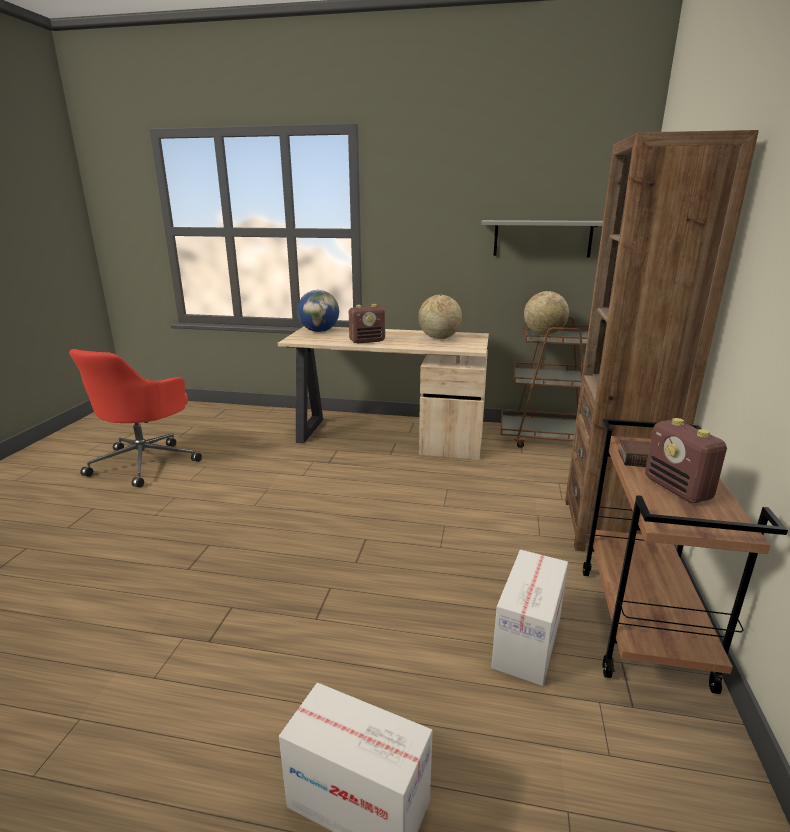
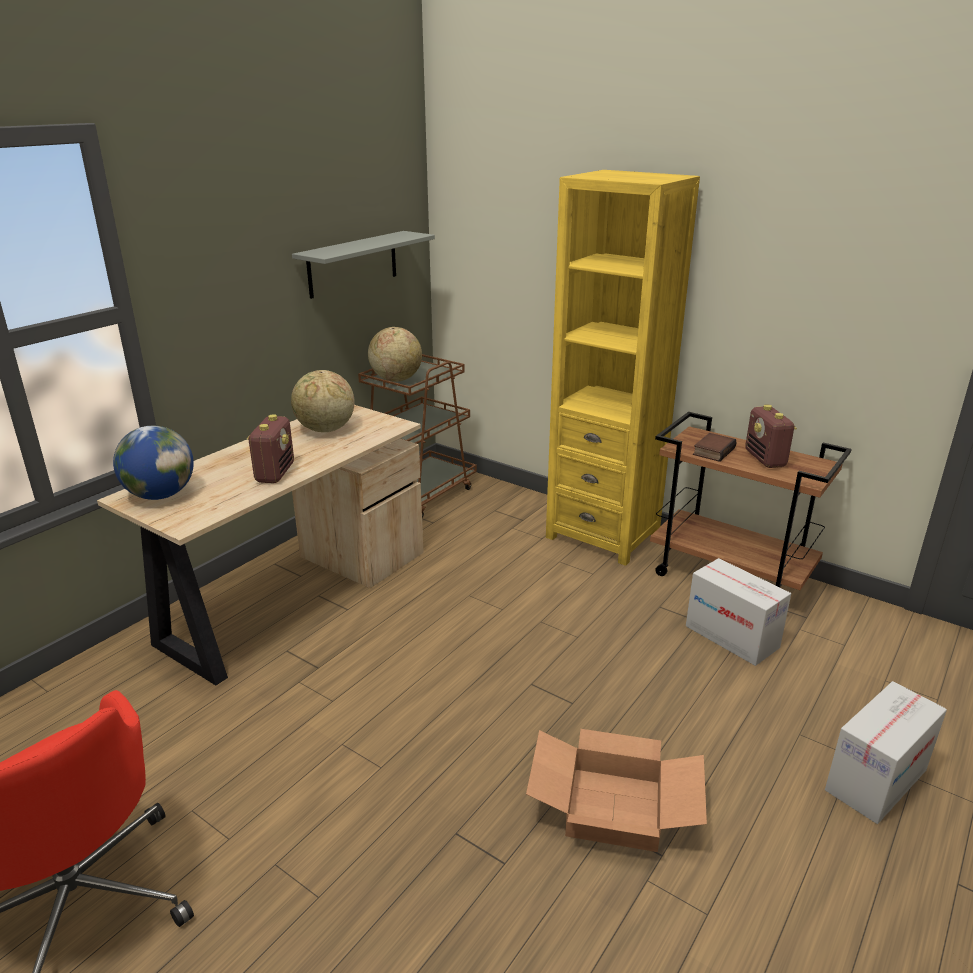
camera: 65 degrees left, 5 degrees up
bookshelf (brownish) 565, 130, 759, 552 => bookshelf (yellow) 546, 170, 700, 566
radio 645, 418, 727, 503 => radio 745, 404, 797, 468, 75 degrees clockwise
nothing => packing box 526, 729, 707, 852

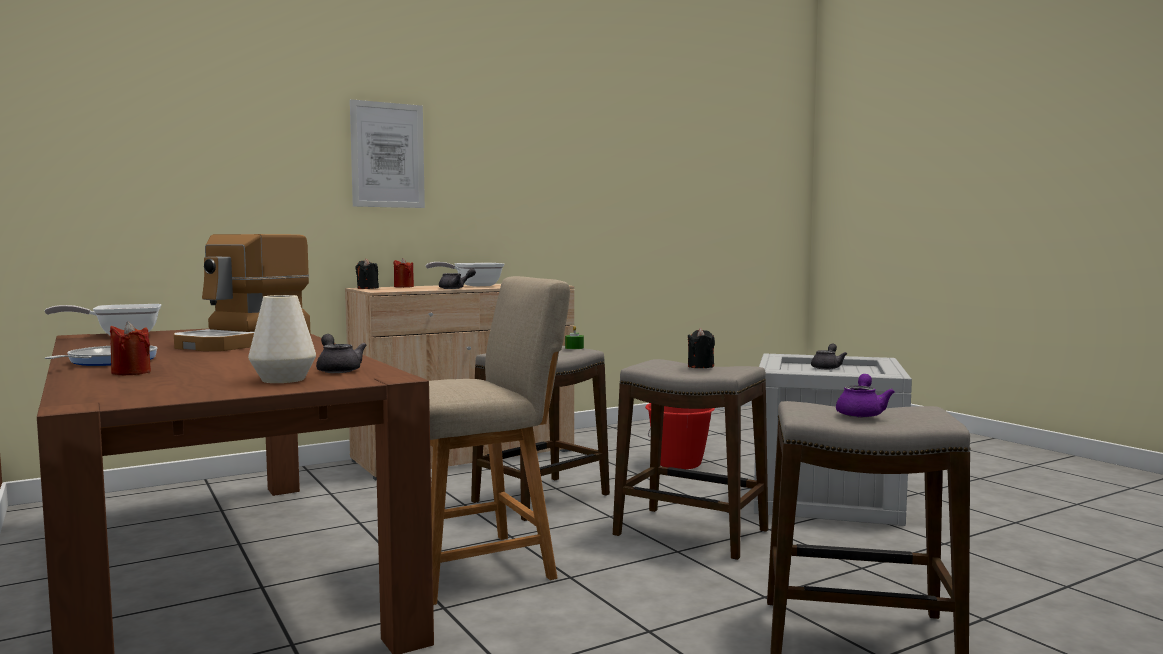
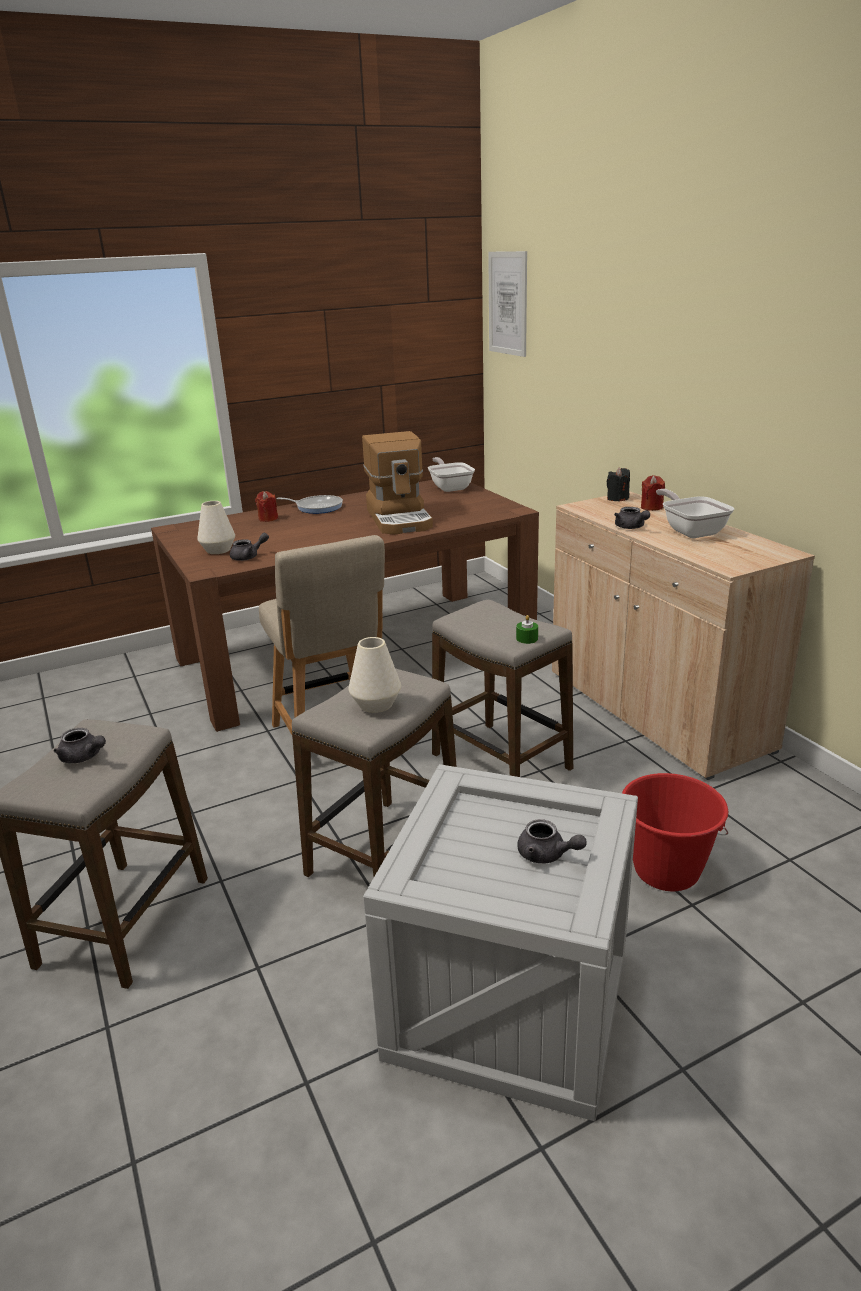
camera: 95 degrees right, 20 degrees up
wall picture 350, 99, 425, 208 => wall picture 488, 251, 527, 357, relocated
coffee machine 174, 234, 311, 351 => coffee machine 362, 431, 433, 535, 135 degrees counterclockwise
wax light (blackish) 688, 328, 715, 368 => decorative vase (whitish) 348, 637, 401, 713
pot for tea (purplish) 836, 374, 895, 418 => pot for tea (grey) 54, 728, 106, 763

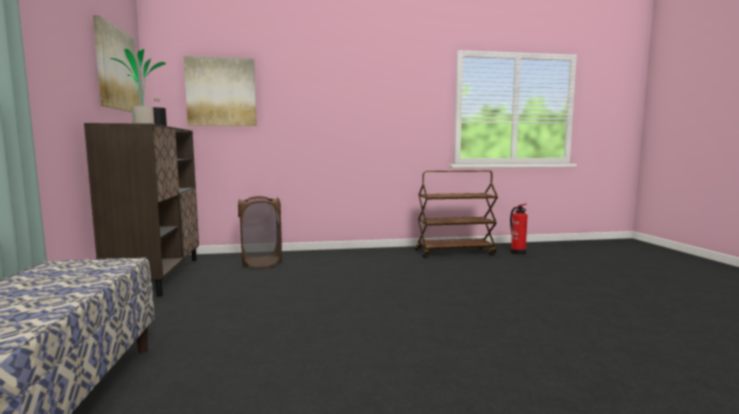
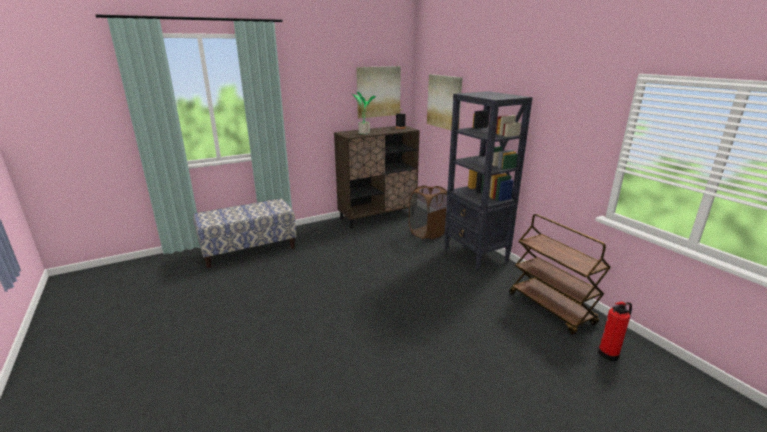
camera: 70 degrees right, 15 degrees up
nothing => bookshelf (blackish) 444, 91, 533, 271

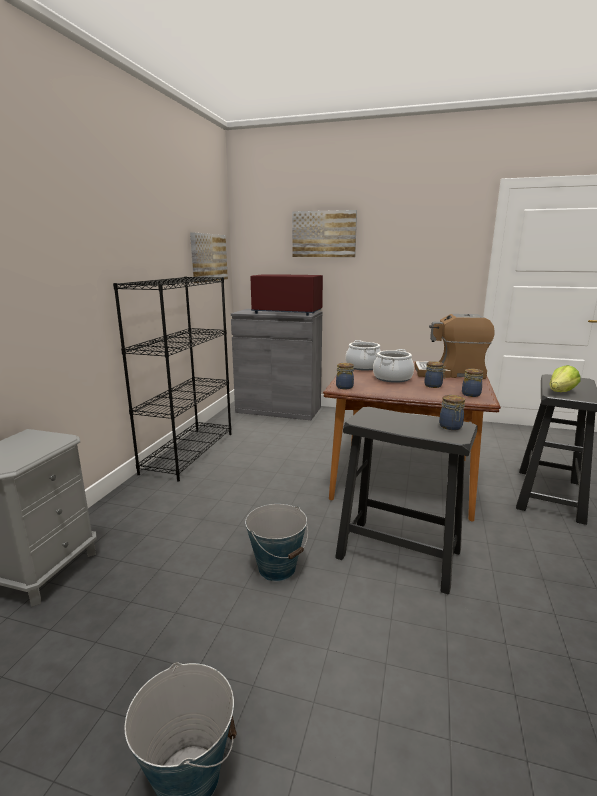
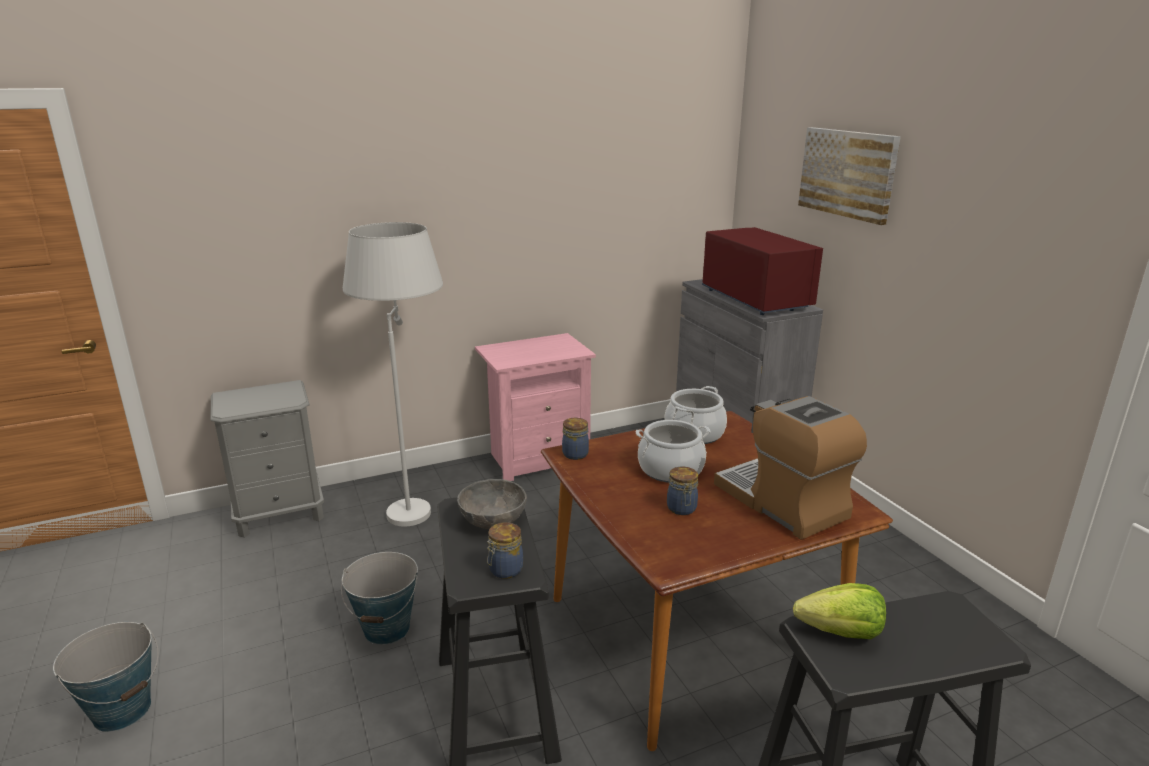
camera: 50 degrees right, 5 degrees up
wall picture 190, 232, 228, 283 => nothing
bookshelf (blackish) 113, 276, 231, 481 => night table (pink-coloured) 475, 333, 596, 481
storage jar 462, 369, 483, 397 => nothing
nothing => standing lamp (whitish) 343, 222, 443, 527
nothing => bowl (grey) 457, 479, 527, 529

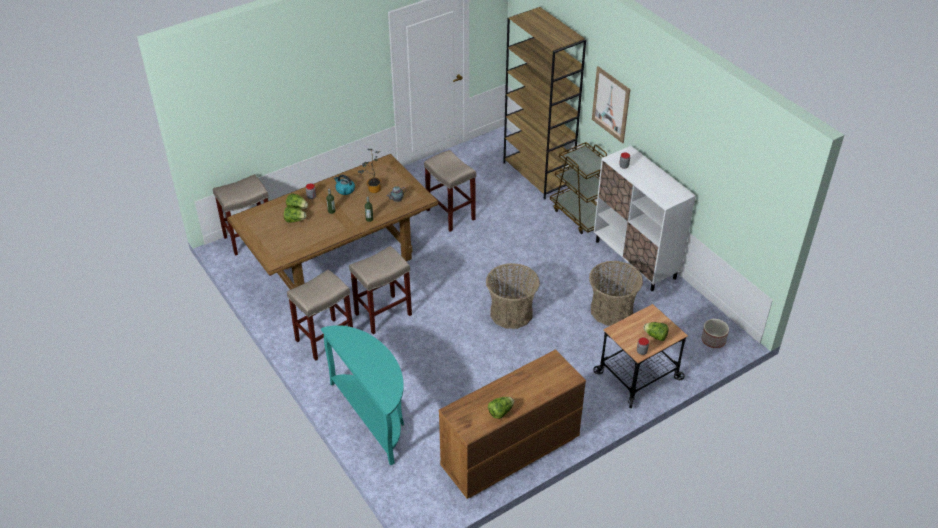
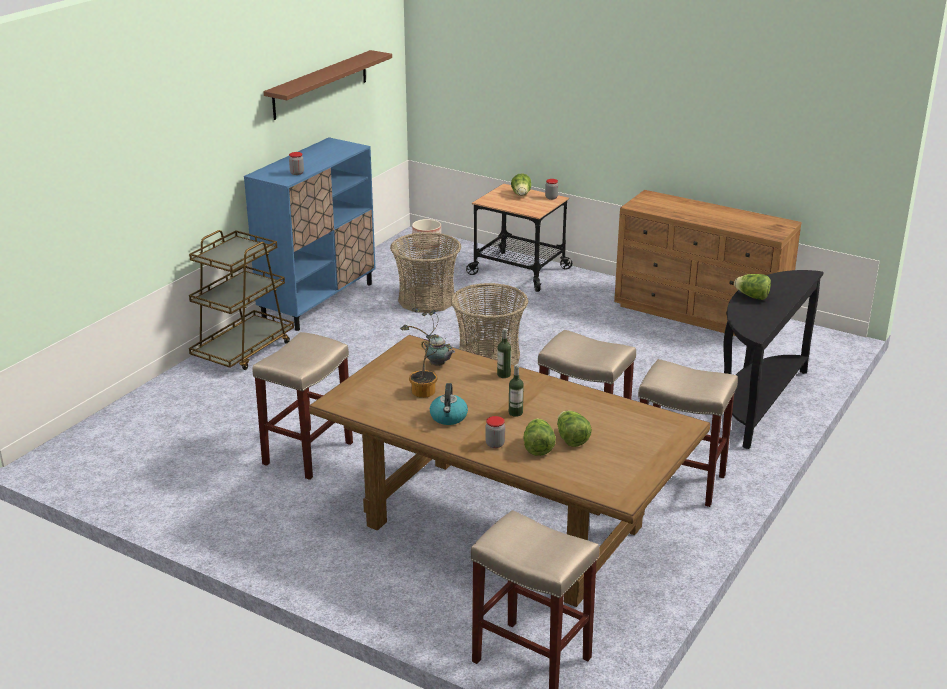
camera: 115 degrees left, 15 degrees down
bookshelf (brownish) 503, 7, 586, 200 => nothing
wall picture 592, 66, 630, 143 => nothing
cabinet (whitish) 594, 146, 696, 291 => cabinet (bluish) 244, 137, 375, 331
hall table (blue-green) 321, 325, 404, 466 => hall table (blackish) 724, 270, 824, 449
head of lettuce 488, 397, 514, 419 => head of lettuce 734, 274, 771, 300, relocated
nothing => bracket shelf (brownish) 263, 50, 392, 120

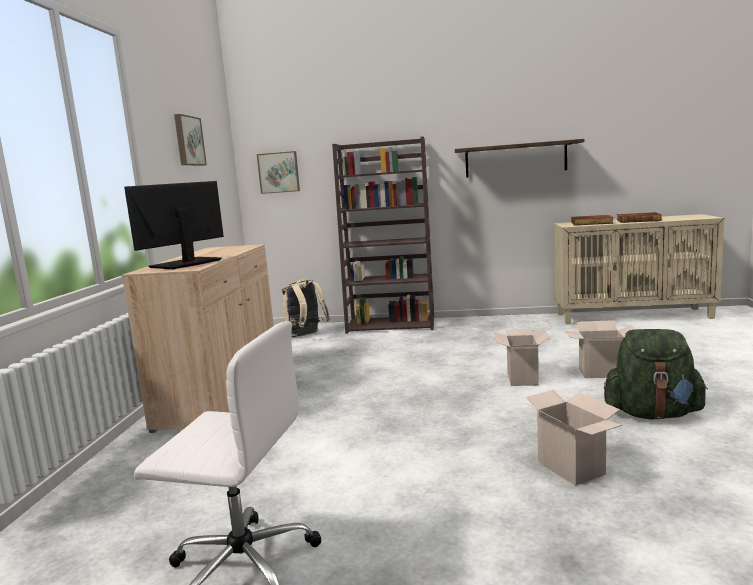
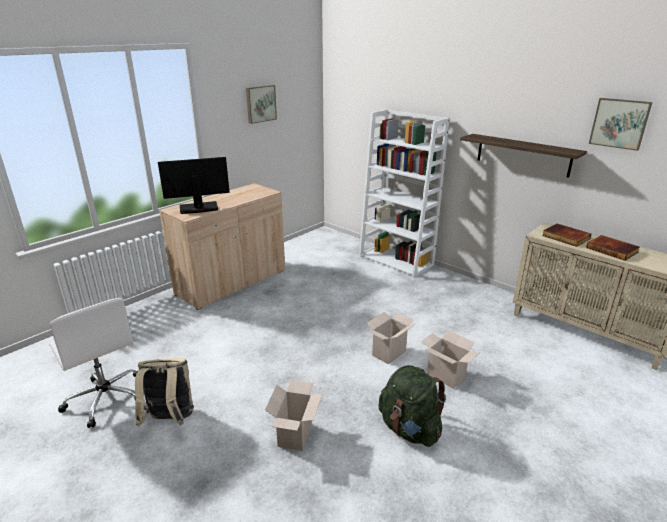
camera: 35 degrees right, 15 degrees up
bookshelf (brownish) 332, 137, 434, 334 => bookshelf (whitish) 359, 110, 450, 278
wall picture 257, 151, 300, 194 => wall picture 589, 98, 652, 151, relocated
rucksack (beige-coloured) 282, 279, 331, 337 => rucksack (beige-coloured) 135, 358, 194, 427, relocated

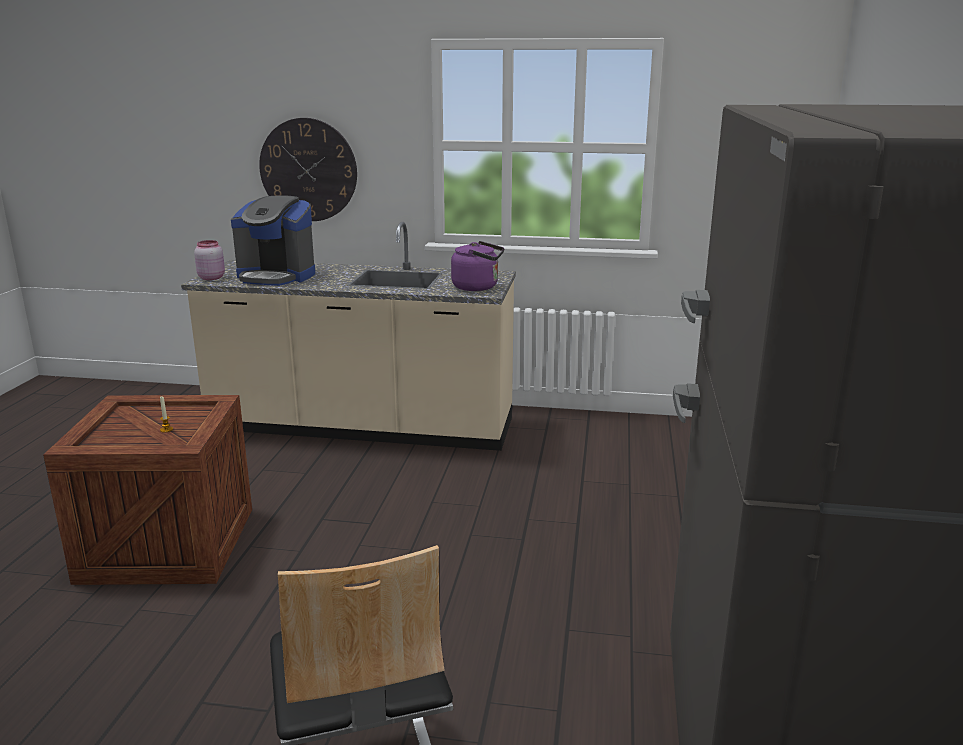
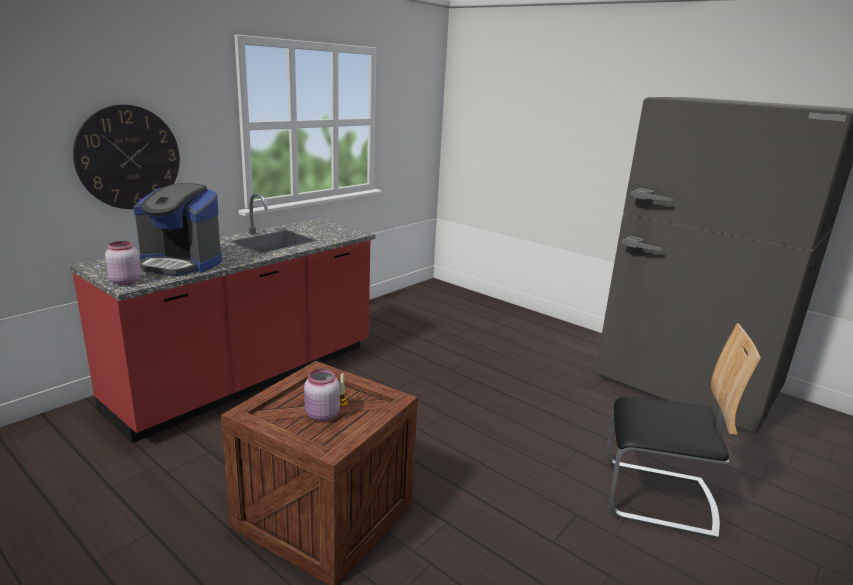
camera: 60 degrees left, 0 degrees up
coffee machine 231, 195, 315, 286 => coffee machine 133, 183, 222, 276, 60 degrees clockwise
counter (beige-coloured) 181, 222, 516, 451 => counter (red-coloured) 69, 193, 375, 443
tea kettle (purplish) 451, 241, 504, 291 => nothing
nothing => storage jar (pink-coloured) 304, 369, 340, 422

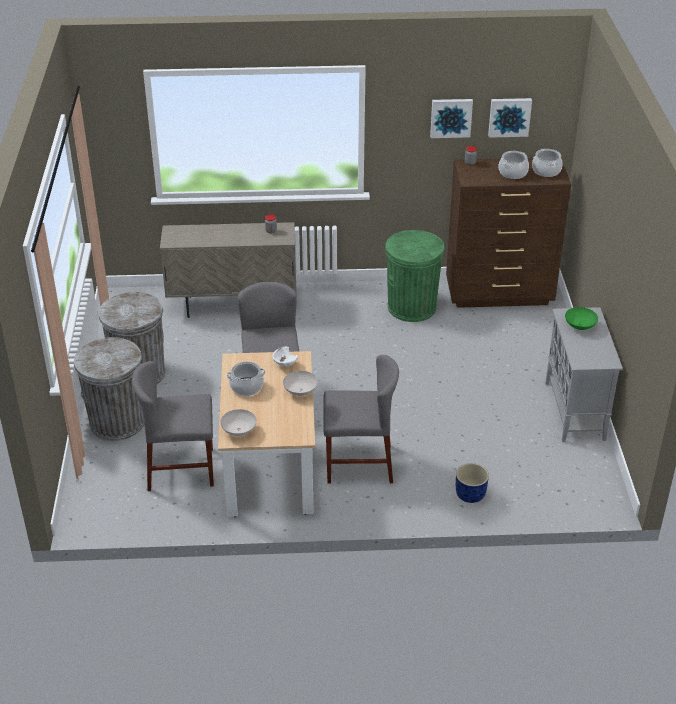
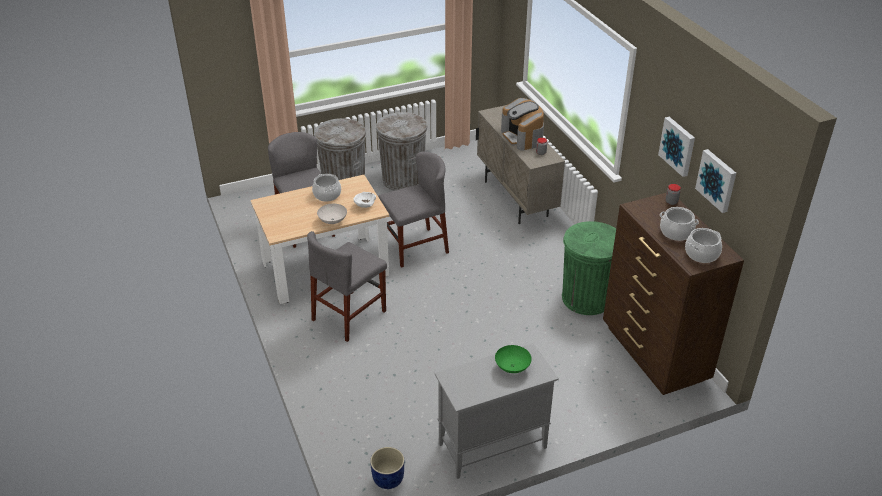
camera: 70 degrees right, 0 degrees up
upright chair (grey) 323, 355, 399, 483 => upright chair (grey) 307, 231, 387, 342, 60 degrees clockwise
bowl (whitish) 220, 409, 257, 436 => nothing
planter (bluish) 456, 463, 489, 503 => planter (bluish) 370, 447, 404, 489, relocated
nothing => coffee machine 501, 98, 544, 151

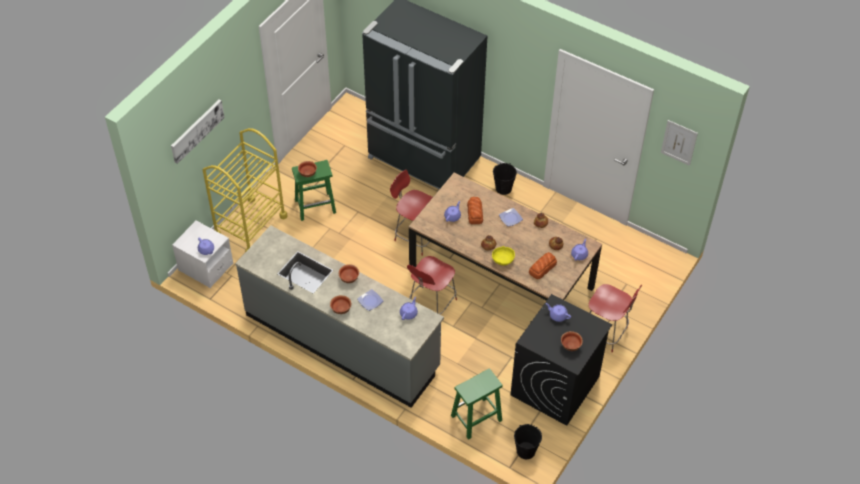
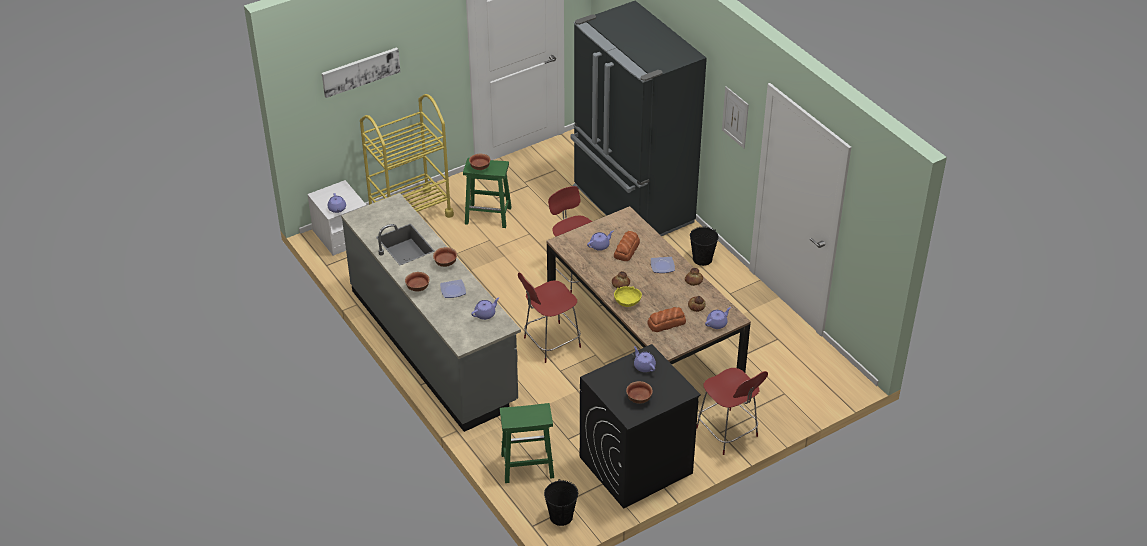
camera: 25 degrees right, 10 degrees down
wall picture 661, 120, 698, 166 => wall picture 722, 86, 749, 149, relocated

